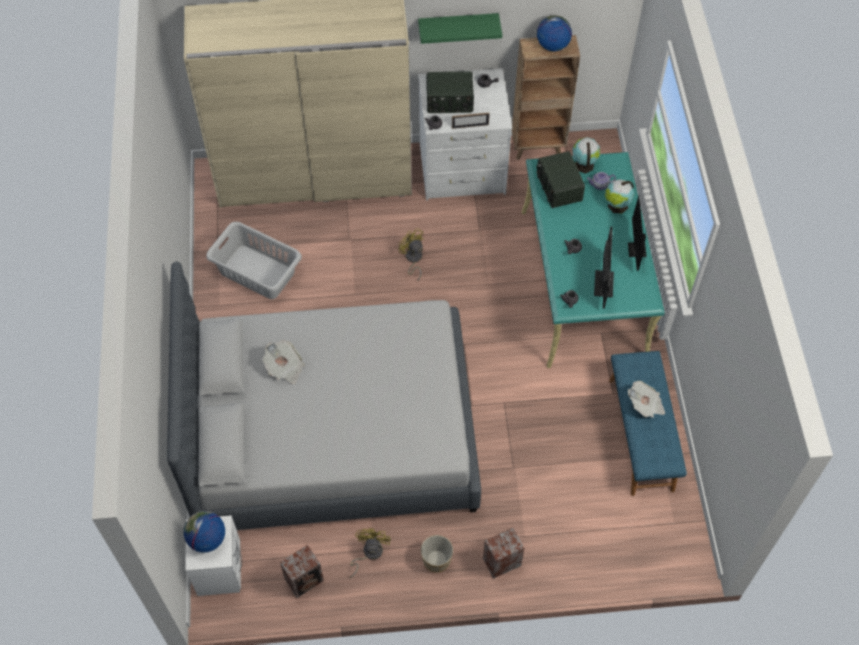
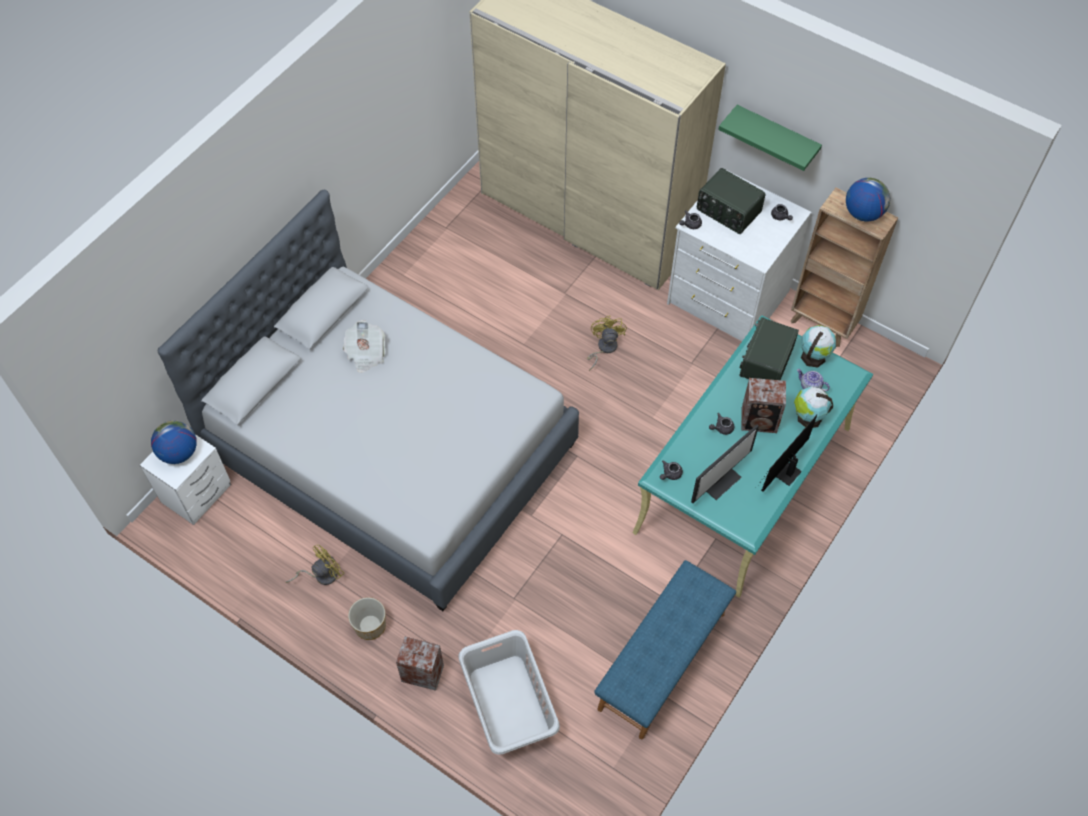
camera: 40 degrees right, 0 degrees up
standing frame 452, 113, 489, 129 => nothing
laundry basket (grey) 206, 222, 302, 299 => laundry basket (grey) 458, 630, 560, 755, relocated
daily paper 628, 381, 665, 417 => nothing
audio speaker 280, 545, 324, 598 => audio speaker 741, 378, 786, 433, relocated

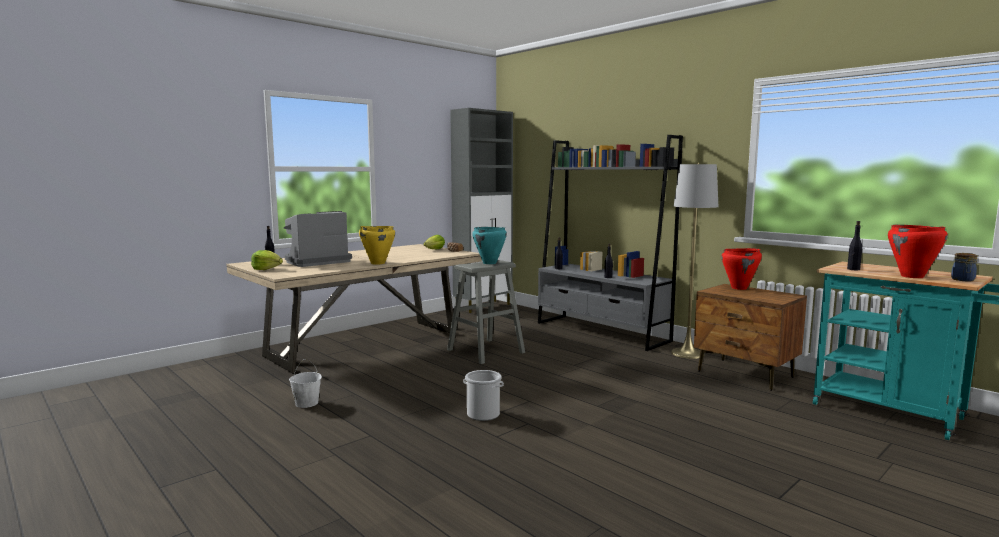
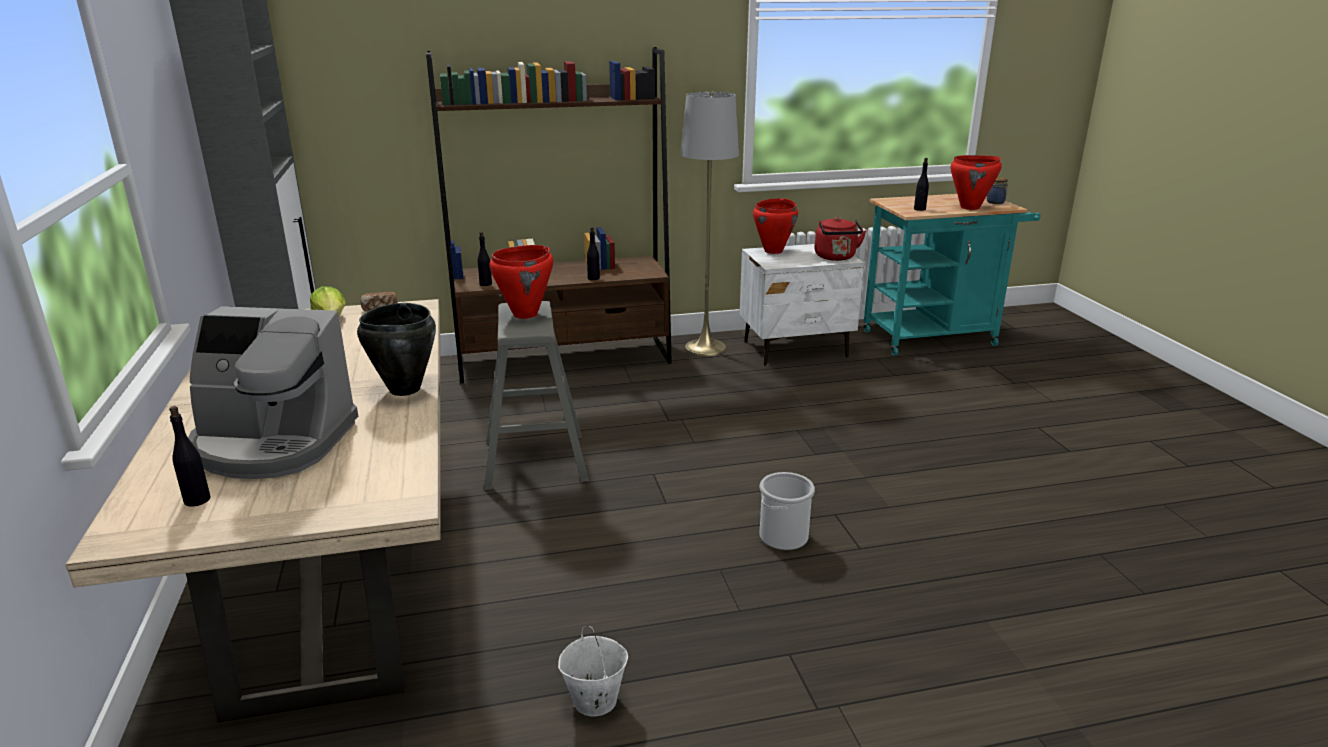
camera: 60 degrees left, 15 degrees up
bookshelf (grey) 538, 135, 683, 351 => bookshelf (brownish) 426, 47, 672, 384
coffee machine 284, 211, 352, 267 => coffee machine 188, 306, 358, 479, 75 degrees counterclockwise
cooking pot (yellow) 359, 226, 395, 265 => cooking pot (blackish) 357, 303, 436, 396
cooking pot (blue-green) 472, 227, 507, 264 => cooking pot (red-coloured) 489, 245, 553, 319
head of lettuce 251, 250, 283, 270 => nothing
night table (brownish) 694, 284, 807, 391 => night table (whitish) 740, 244, 864, 365
nothing => tea kettle (red-coloured) 815, 217, 866, 261

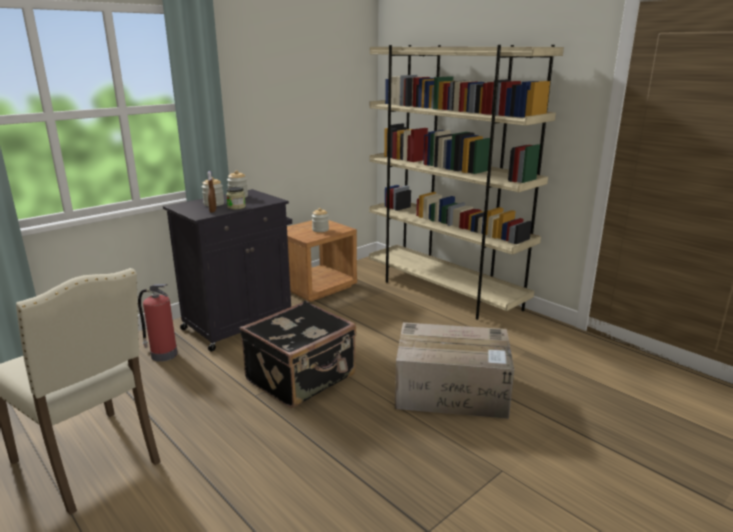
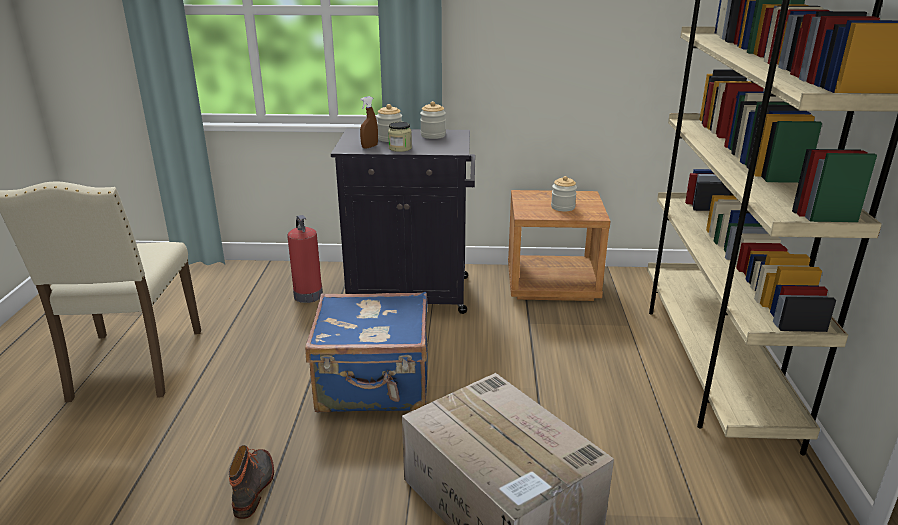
camera: 45 degrees right, 5 degrees up
piece of luggage (blackish) 240, 301, 356, 408 => piece of luggage (bluish) 305, 292, 428, 413
nothing => high-top boot 229, 445, 274, 519

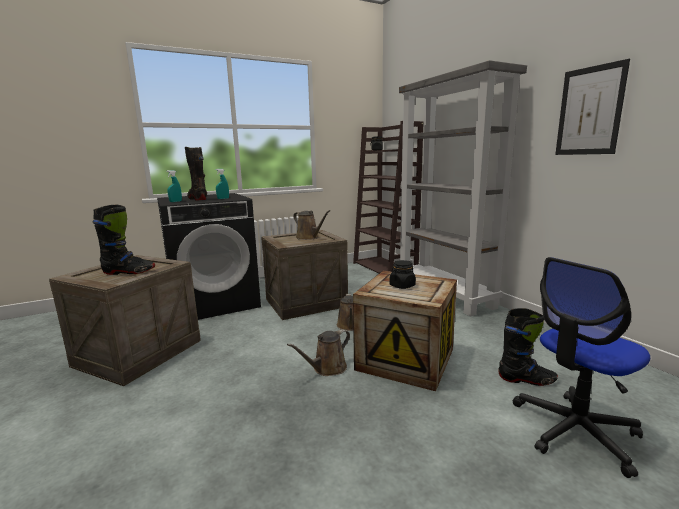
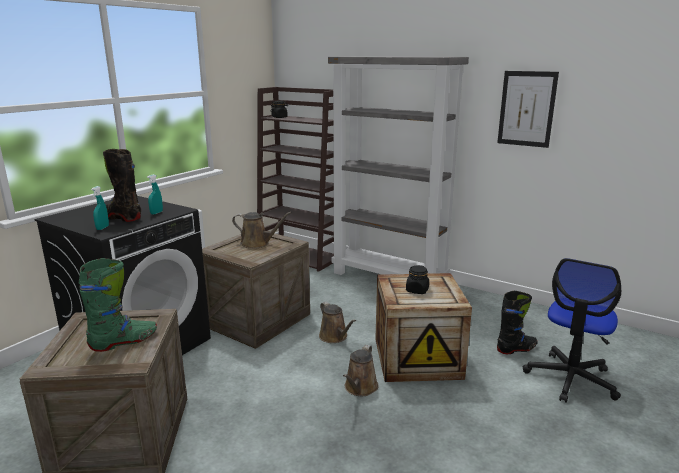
camera: 30 degrees left, 5 degrees up
high-top boot (blackish) 92, 204, 155, 275 => high-top boot (green-coloured) 79, 258, 157, 352

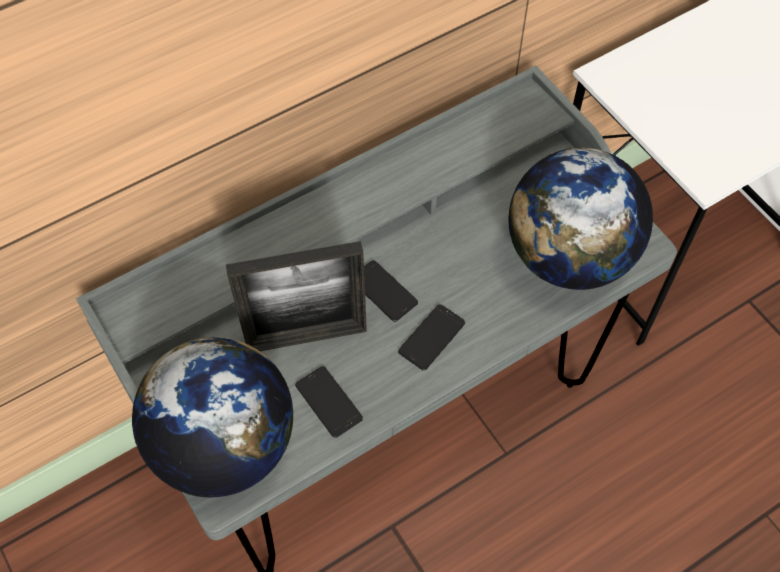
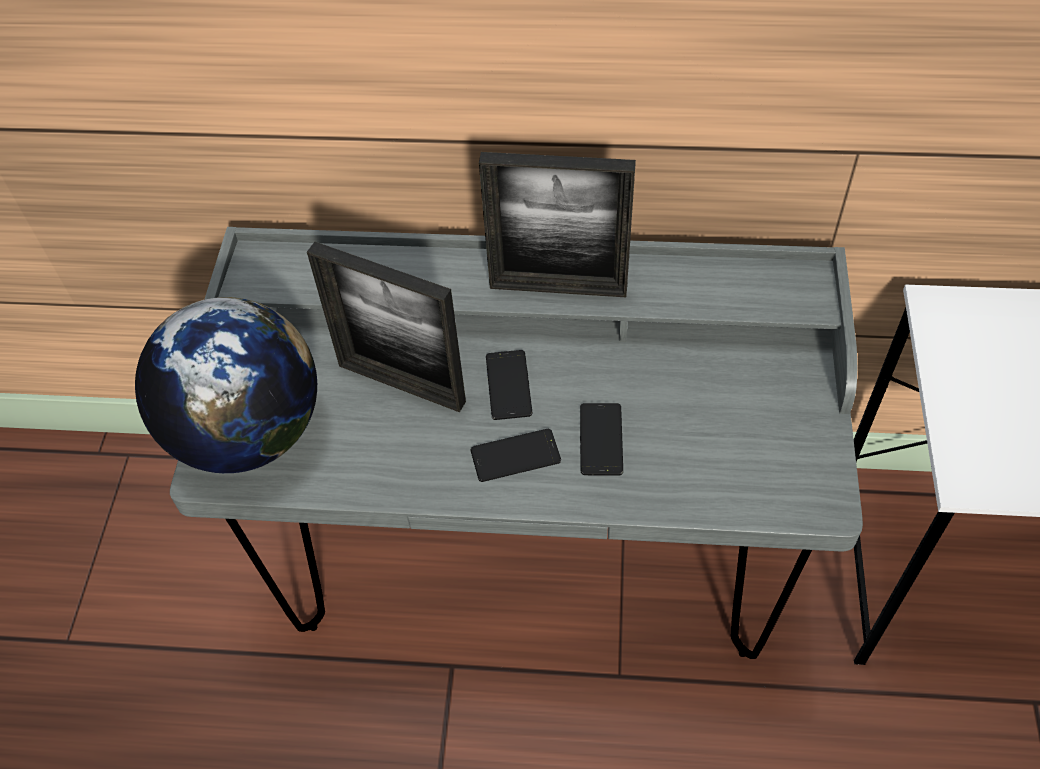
camera: 40 degrees right, 5 degrees down
desk globe 508, 147, 653, 290 => nothing
handset 295, 366, 363, 438 => handset 580, 403, 623, 475, relocated
nothing => standing frame 479, 152, 636, 297

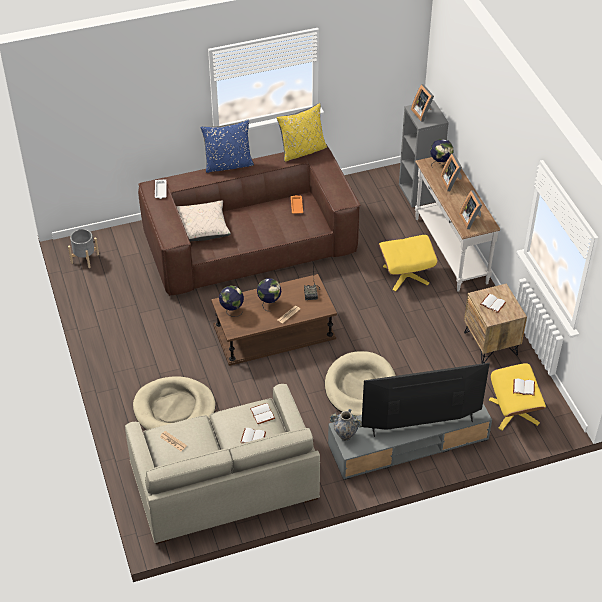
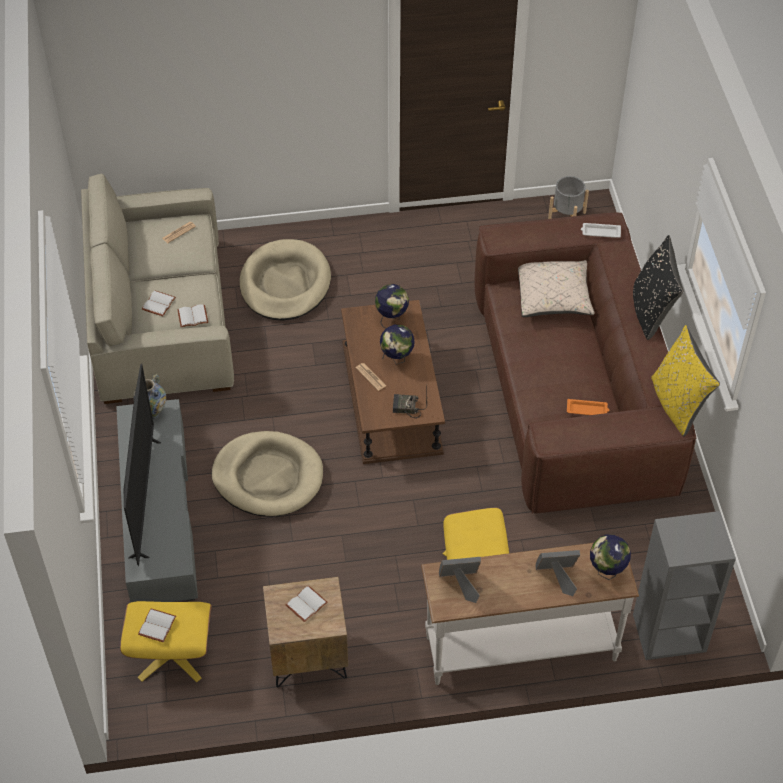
camera: 100 degrees right, 5 degrees up
standing frame 411, 84, 434, 122 => nothing
pillow (bluish) 201, 120, 254, 173 => pillow (blackish) 633, 235, 683, 340

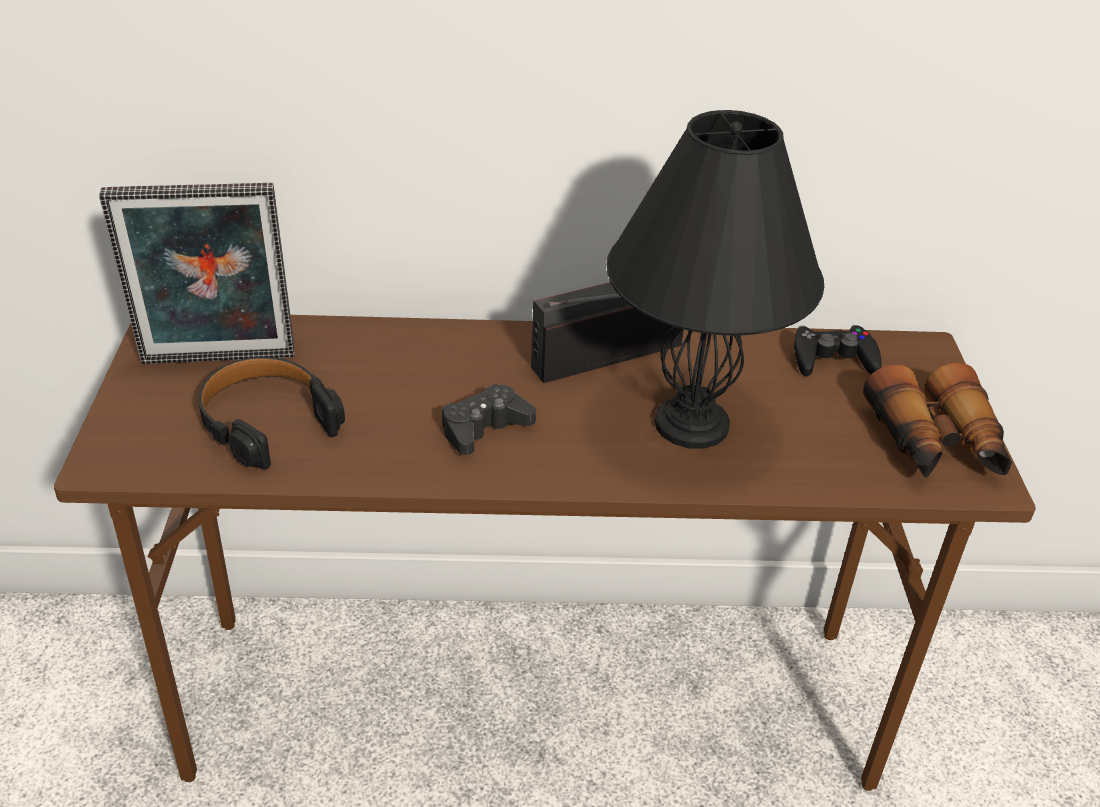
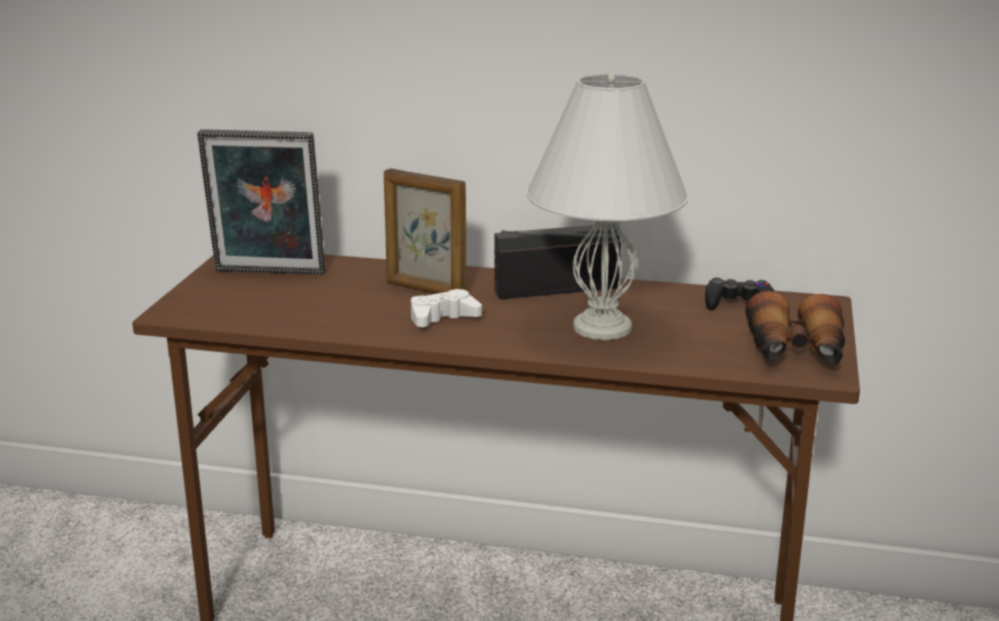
camera: 15 degrees right, 15 degrees down
tabletop lamp (blackish) 606, 110, 824, 449 => tabletop lamp (whitish) 527, 73, 689, 340
headset (blackish) 198, 357, 345, 470 => nothing
joypad (blackish) 442, 384, 536, 455 => joypad (whitish) 411, 289, 482, 327
nothing => standing frame 384, 168, 467, 294

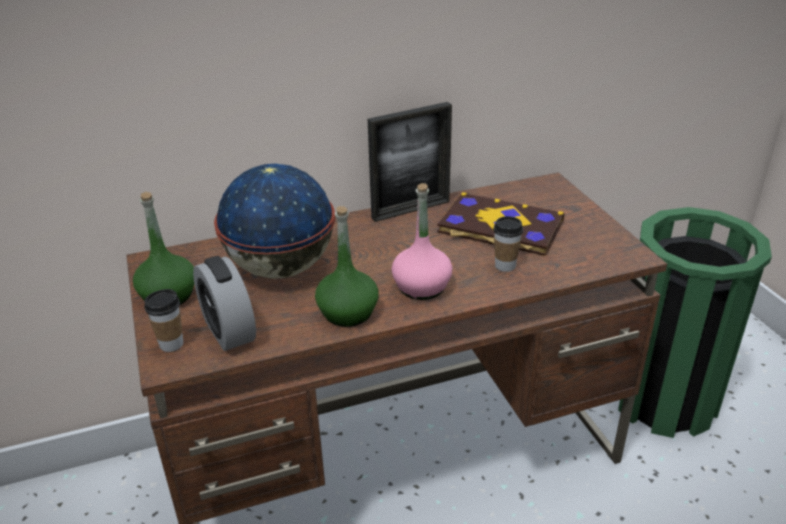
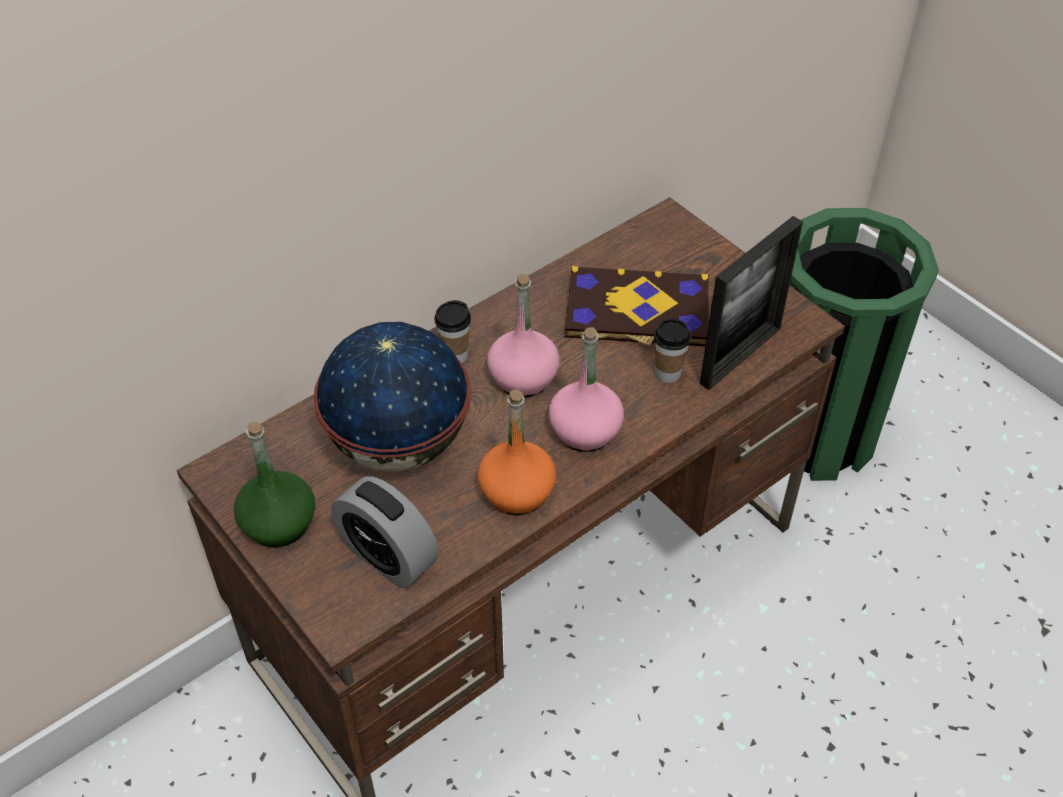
camera: 20 degrees left, 15 degrees up
standing frame 368, 102, 452, 222 => standing frame 700, 216, 803, 390, relocated
bottle (green-coloured) 315, 206, 379, 327 => bottle (orange) 478, 389, 556, 515
small cup 144, 289, 183, 352 => small cup 434, 300, 471, 363, relocated
nothing => bottle (pink-coloured) 487, 274, 560, 397

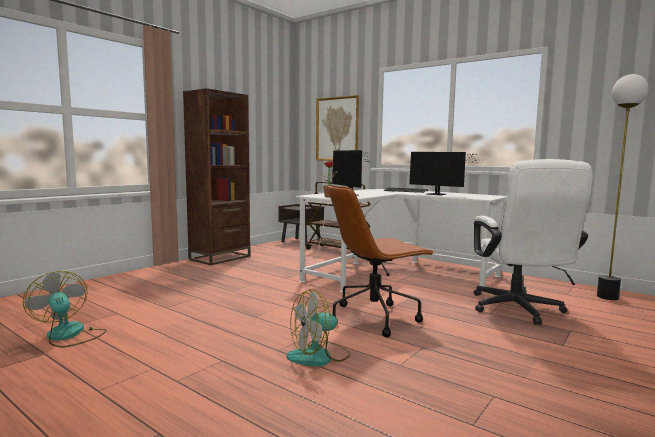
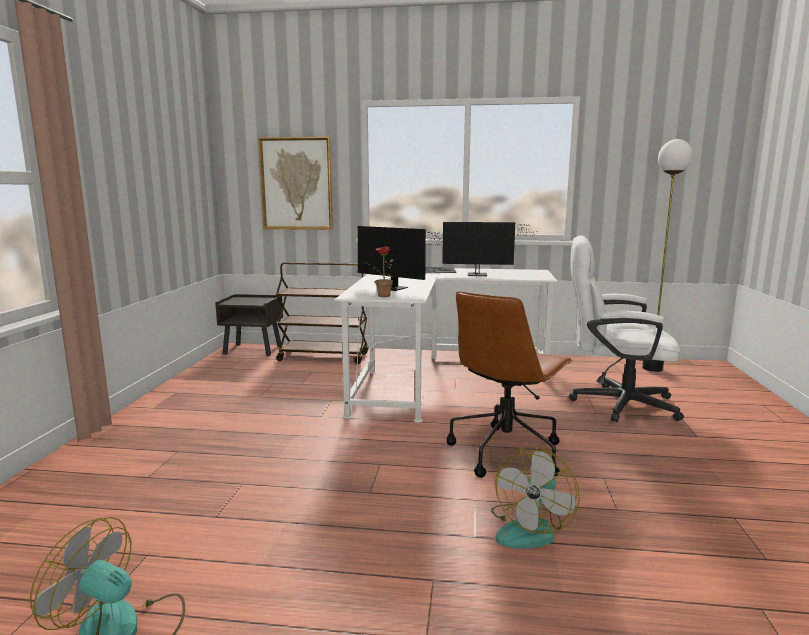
camera: 30 degrees left, 5 degrees up
bookshelf (brownish) 183, 88, 251, 265 => nothing
computer chair (whitish) 473, 159, 593, 325 => computer chair (whitish) 569, 235, 684, 422, 135 degrees clockwise

